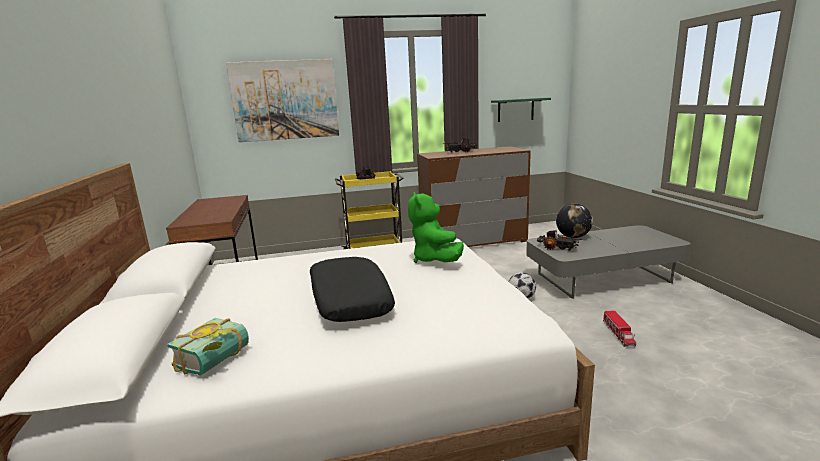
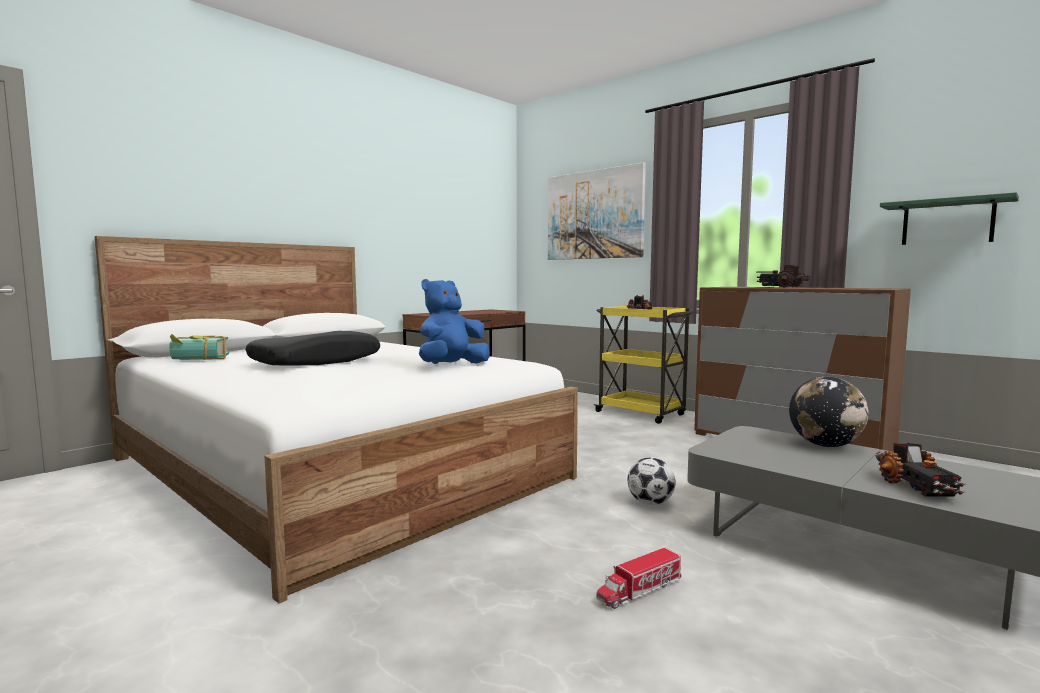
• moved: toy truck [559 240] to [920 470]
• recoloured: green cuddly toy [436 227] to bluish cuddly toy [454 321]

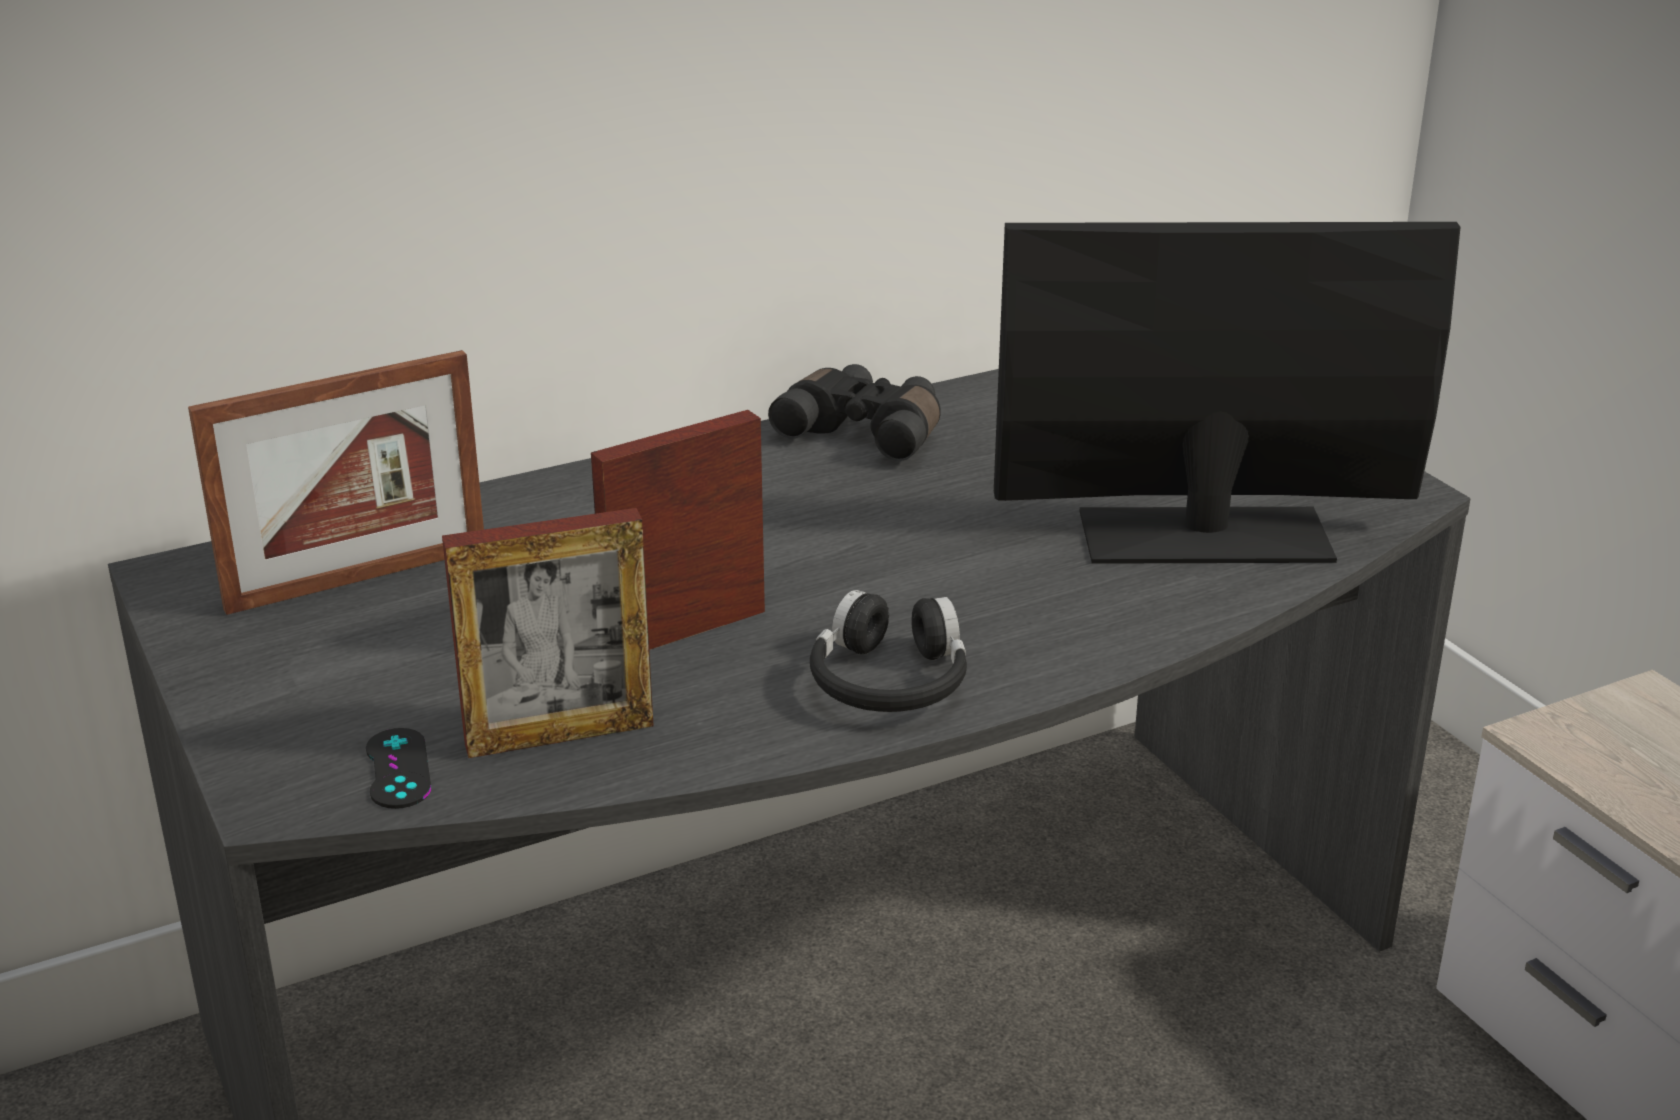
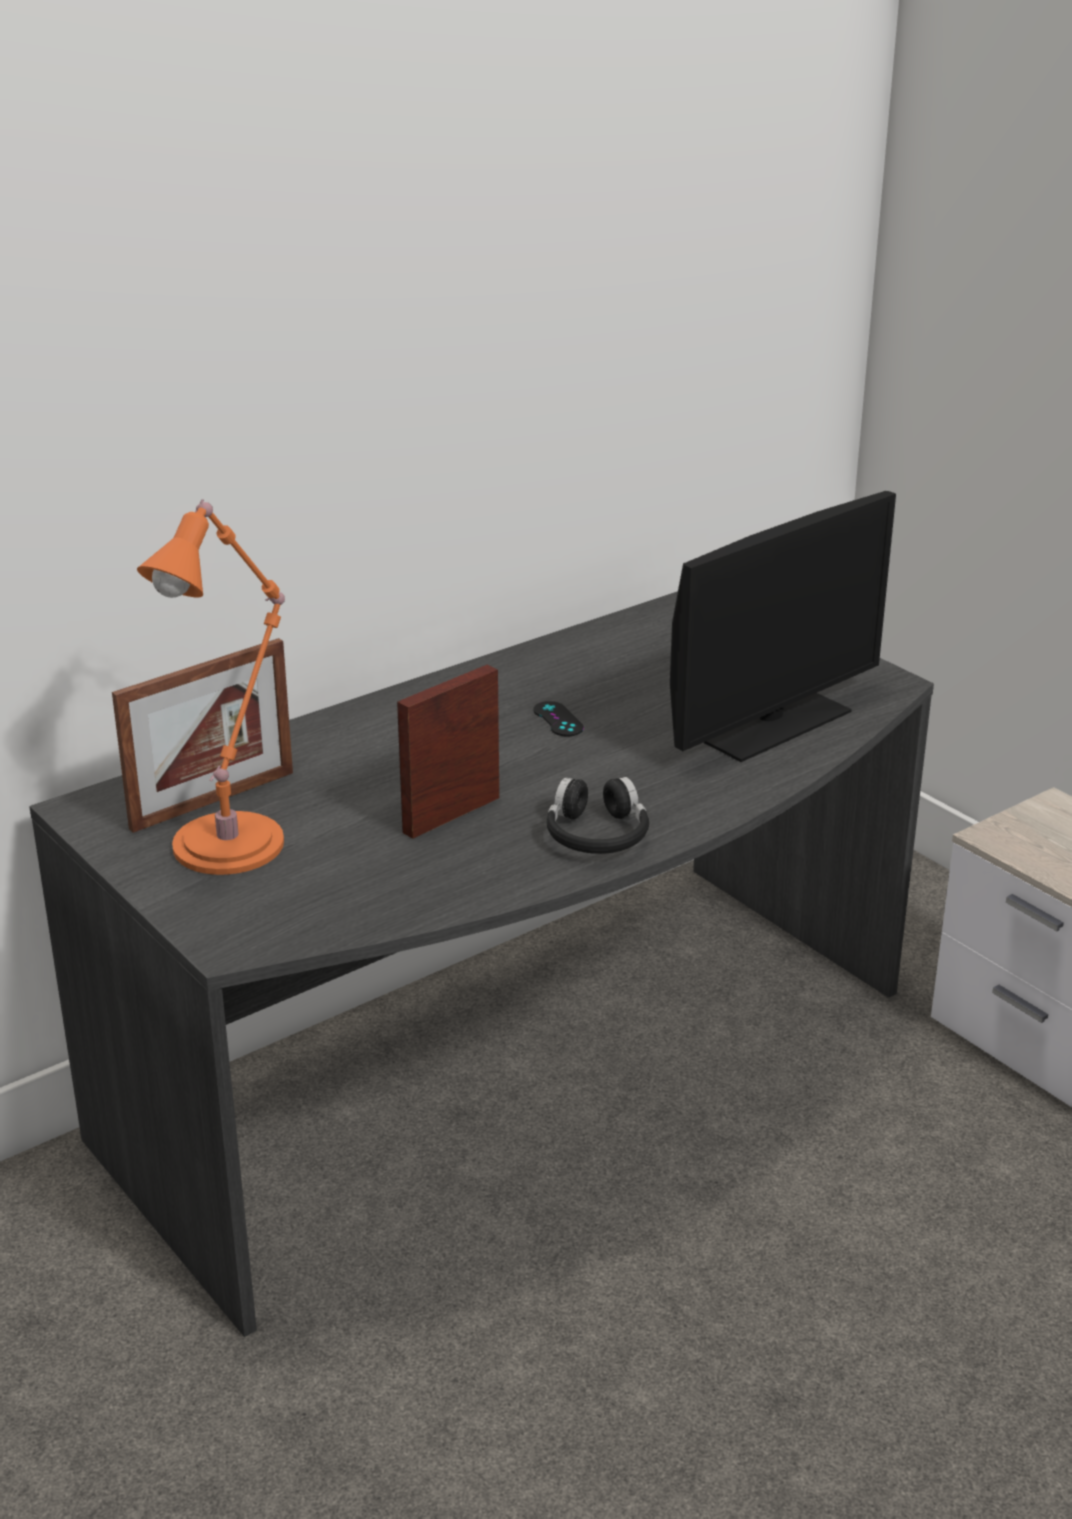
• removed: standing frame [548 633]
• removed: black pair of binoculars [854 412]
• added: orange-coloured table lamp [211 687]
• moved: black gamepad [398 768] to [558 719]
• turned: computer display [1227 393] = [783 626] 150 degrees clockwise

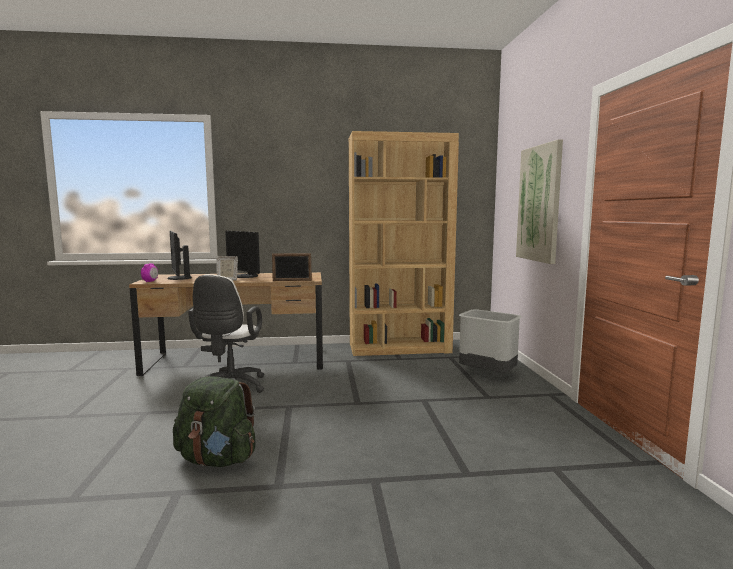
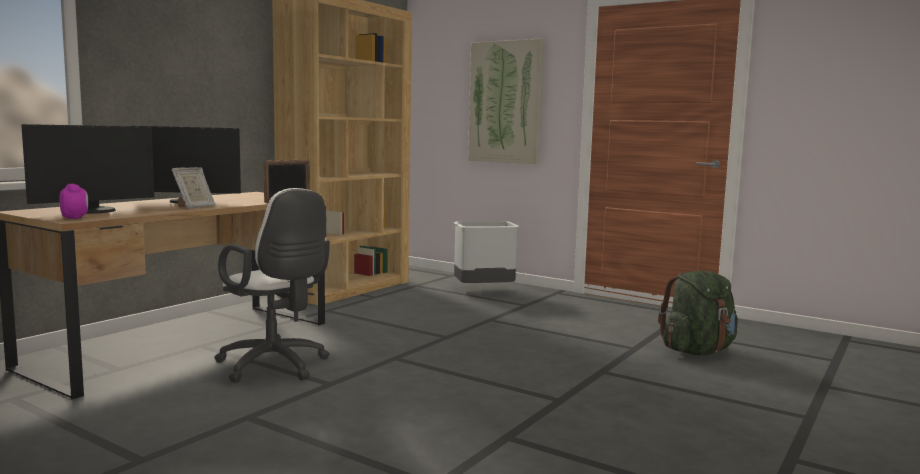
• moved: green rucksack [214 421] to [698 313]
• turned: computer display [180 255] = [88 169] 60 degrees counterclockwise

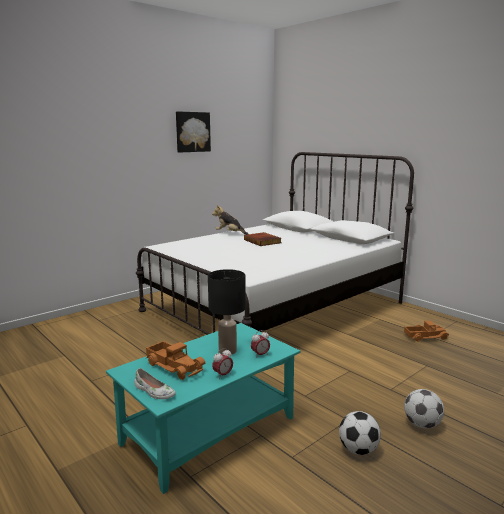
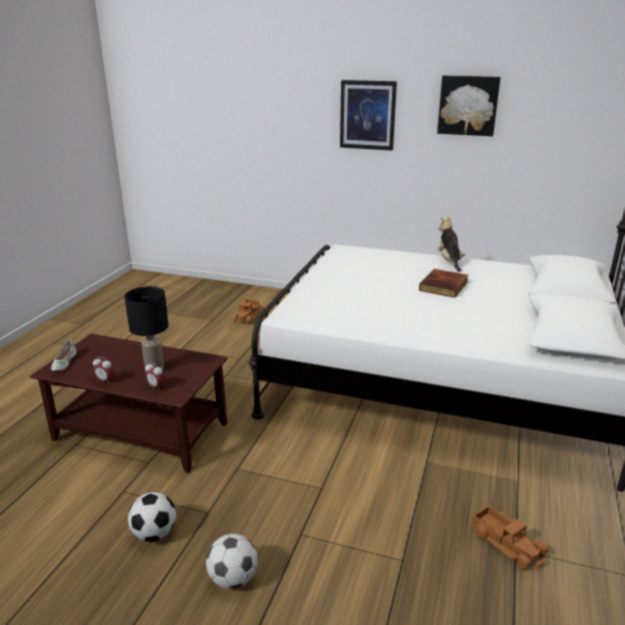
• added: wall picture [368 115]
• moved: toy truck [175 360] to [246 312]
• recoloured: turquoise low table [203 408] to brown low table [128 403]

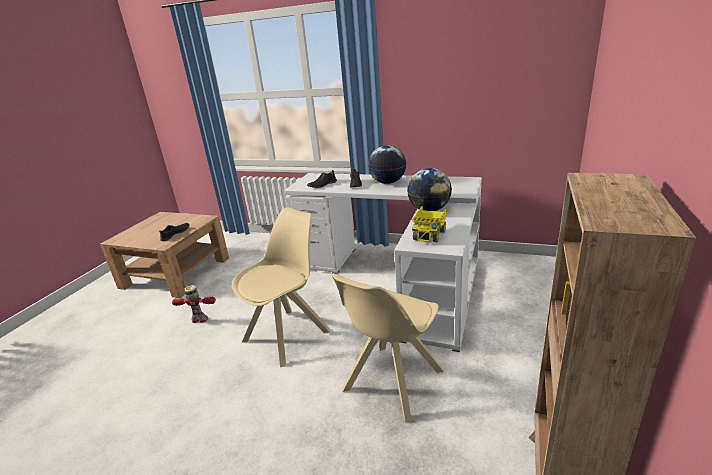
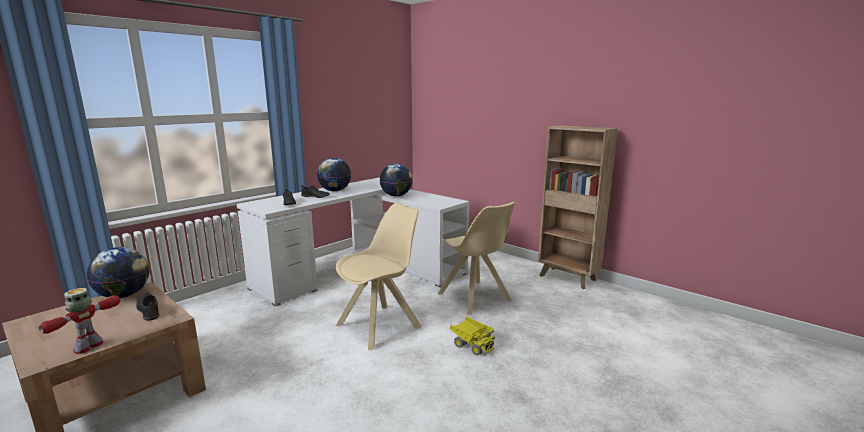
• added: desk globe [118 272]
• moved: model robot [194 304] to [79 321]
• moved: toy truck [429 224] to [472 336]
• turned: sand-coloured upright chair [281 287] = [378 276] 75 degrees clockwise

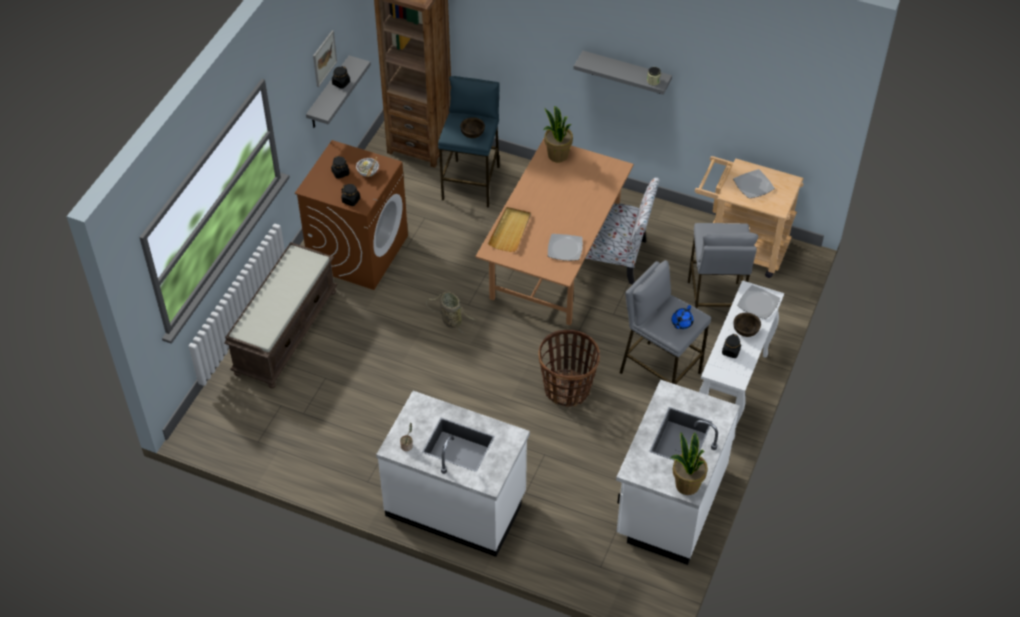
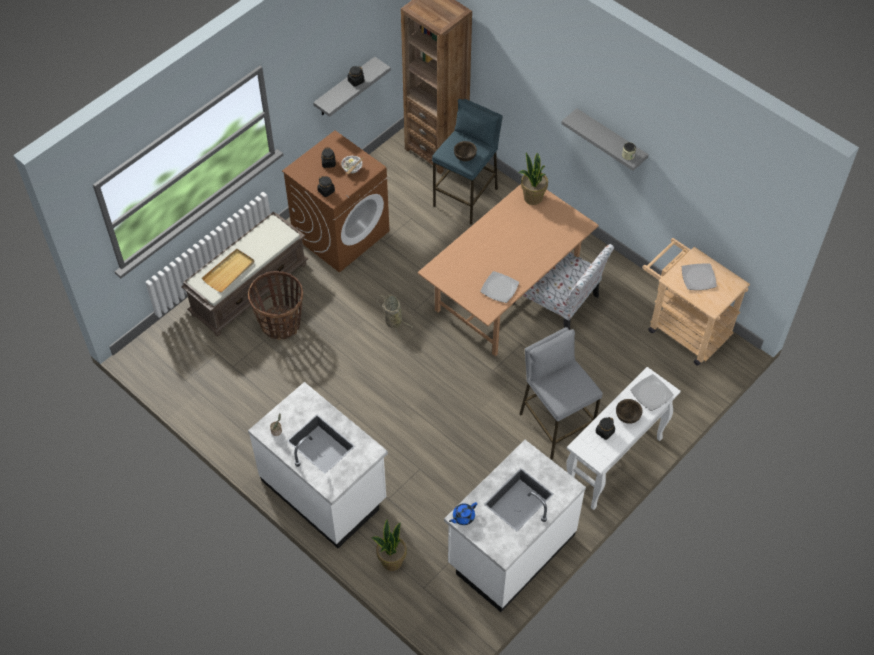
• removed: wall picture [325 58]
• removed: gray stool seat [723 266]
• moved: sand-coloured tray [509 229] to [228 270]
• moved: basket [569 368] to [275 305]
• moved: potted plant [689 464] to [388 545]
• moved: bluish tea pot [683 317] to [463 513]

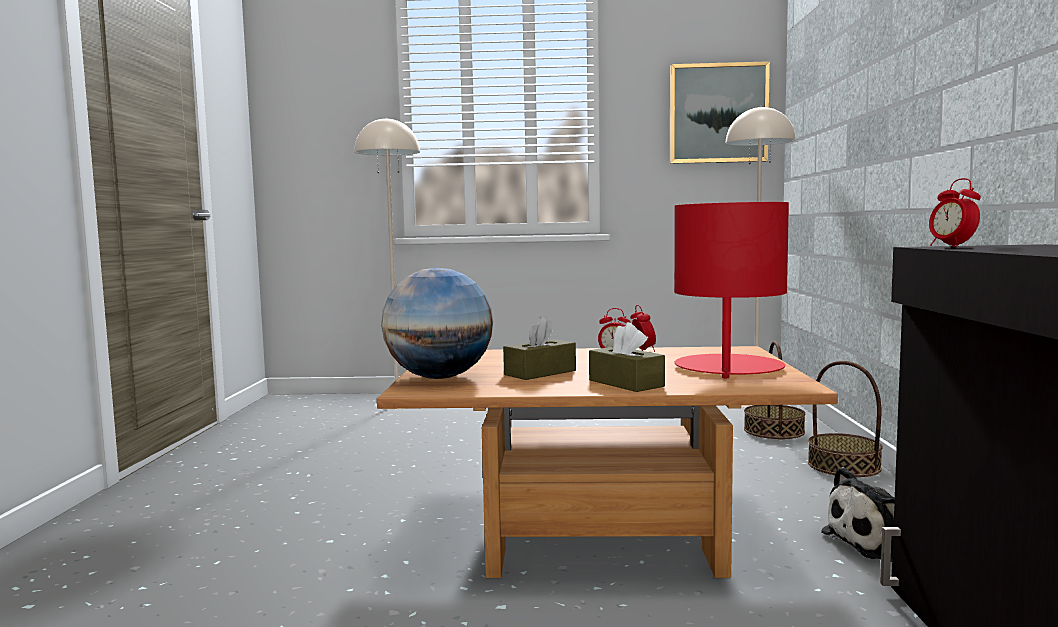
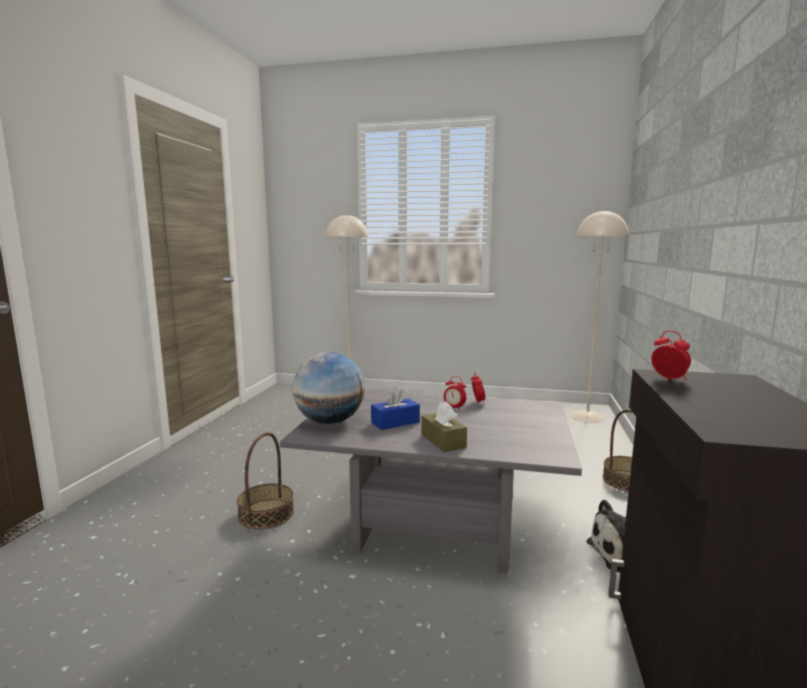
• removed: wall picture [720 112]
• removed: reddish table lamp [731 290]
• moved: basket [774 390] to [265 480]
• recoloured: brown low table [607 462] to gray low table [431 482]
• recoloured: brown tissue holder [539 348] to bluish tissue holder [395 408]
• turned: table clock [955 212] = [671 355] 150 degrees clockwise

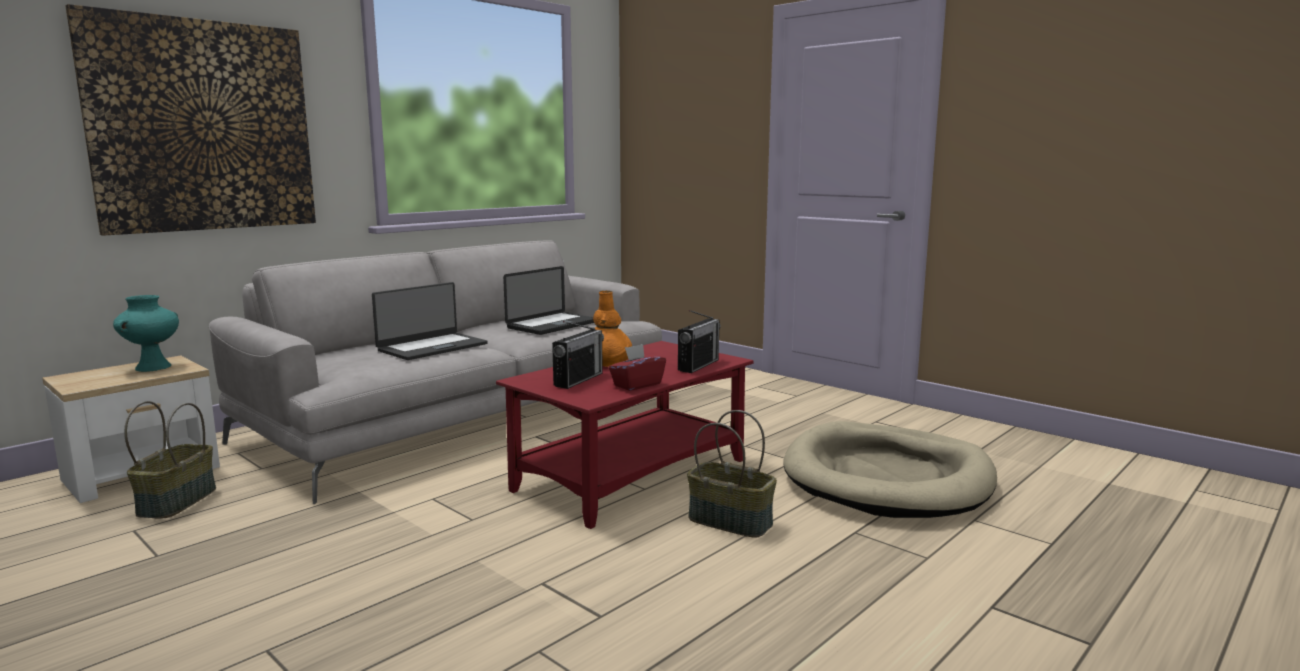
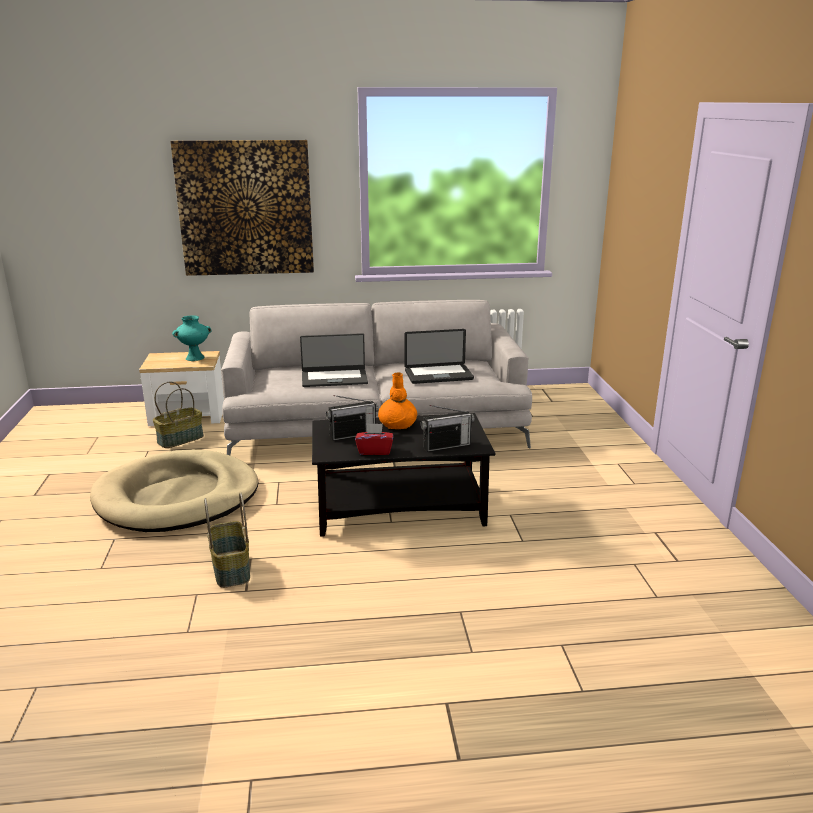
• moved: basket [732 474] to [227 540]
• moved: sand-coloured dog cushion [890 469] to [174 491]
• recoloured: reddish low table [625 435] to black low table [403 475]

